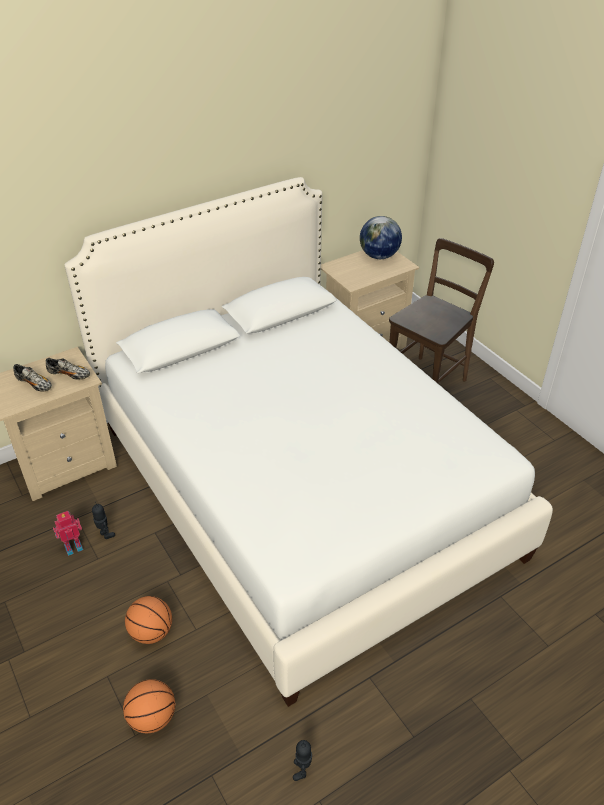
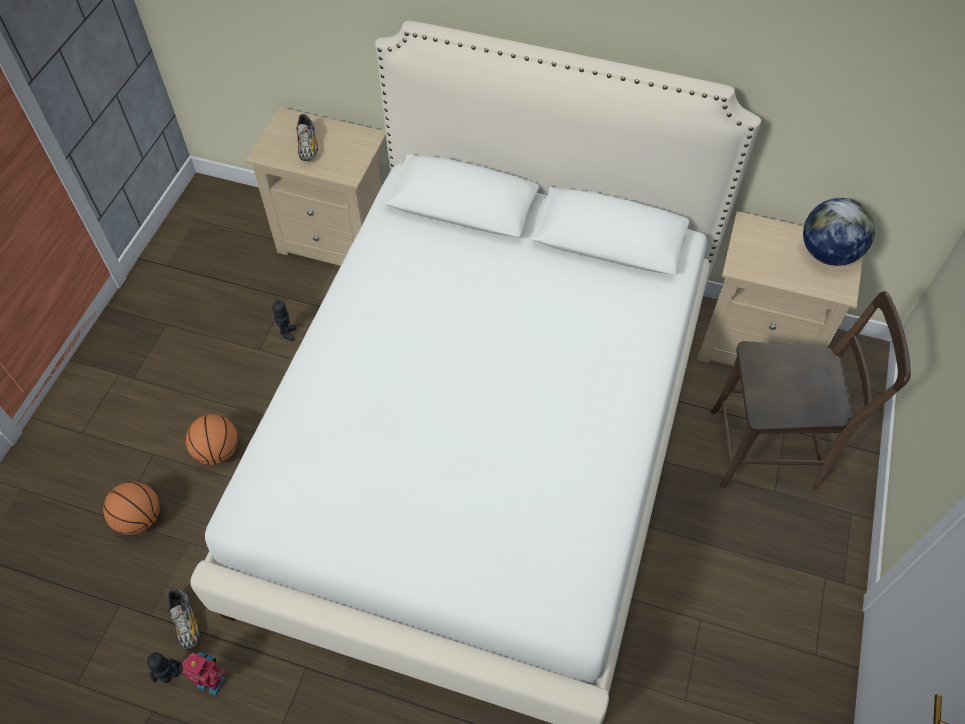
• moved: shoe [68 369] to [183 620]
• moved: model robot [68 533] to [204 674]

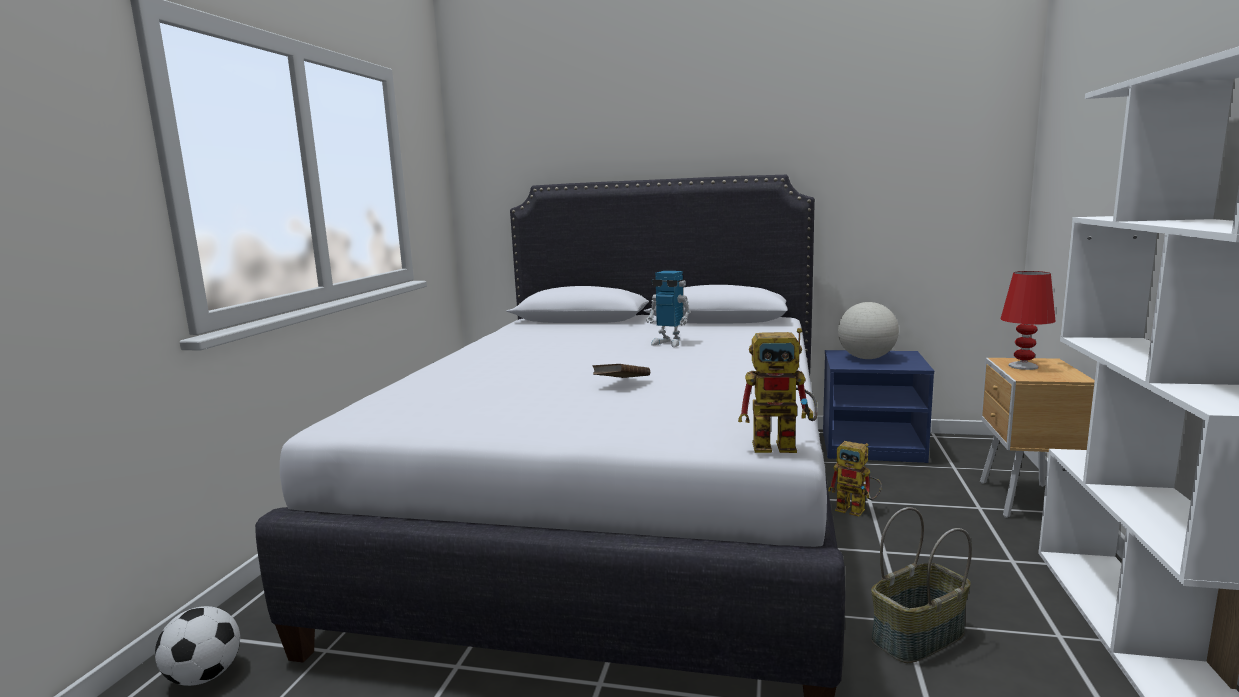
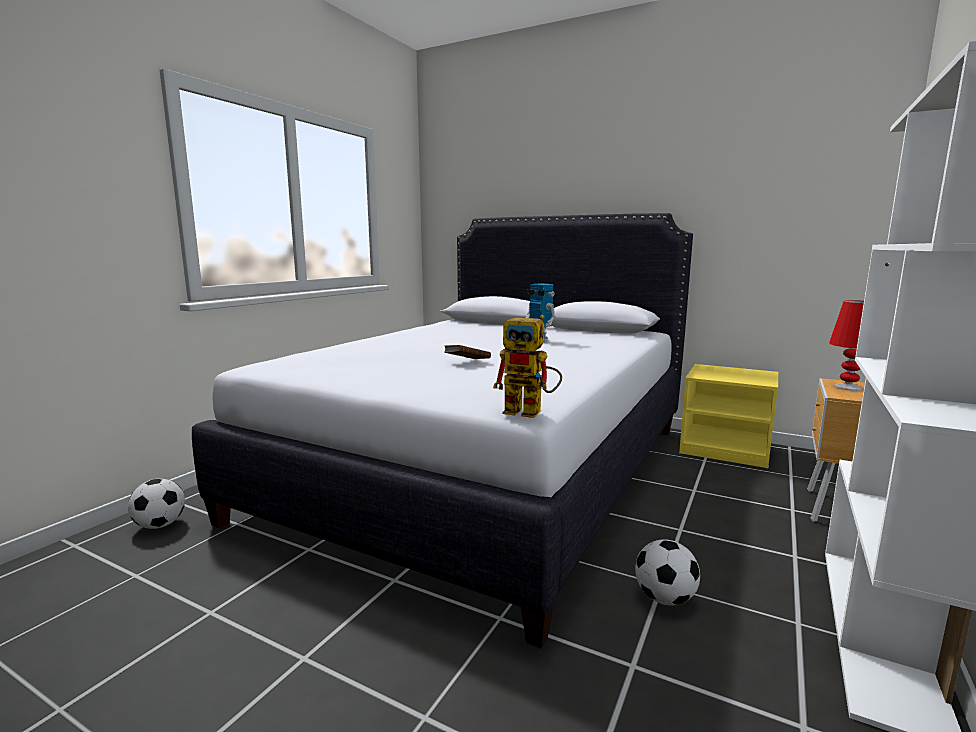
• removed: model robot [855 479]
• removed: desk globe [868 330]
• replaced: basket [921 585] to ball for football [667 572]
• recoloured: bluish nightstand [878 406] to yellow-coloured nightstand [728 416]

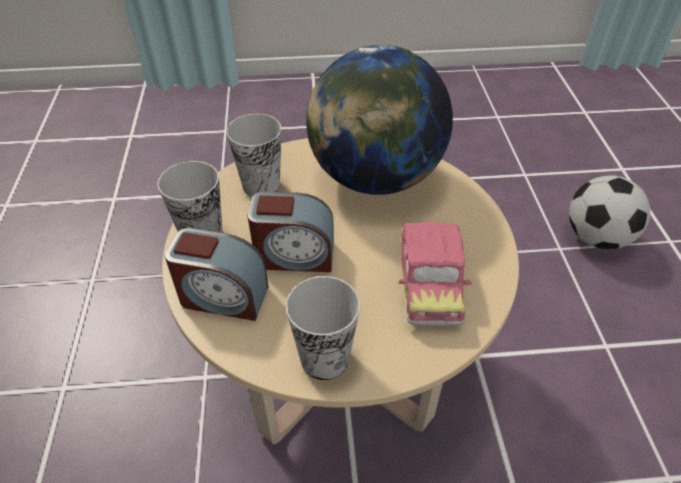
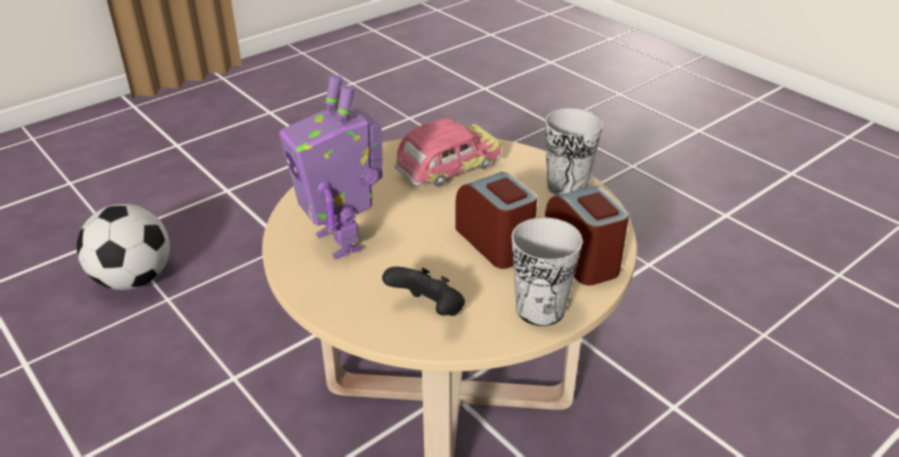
• replaced: small cup [254 155] to black gamepad [423 291]
• replaced: desk globe [379 120] to model robot [331 167]

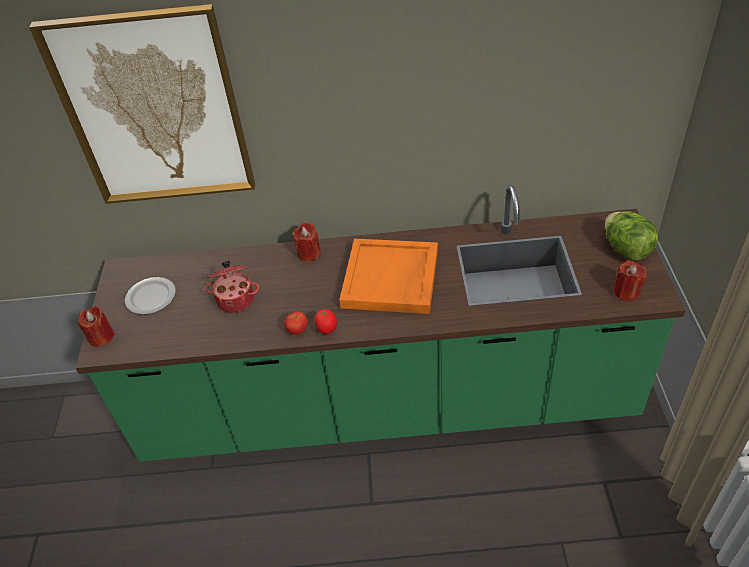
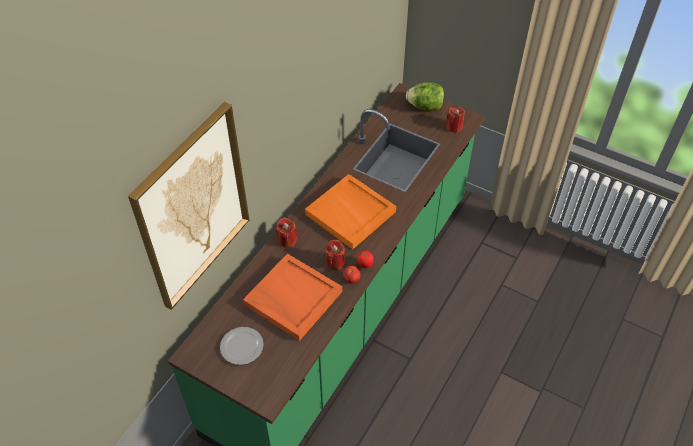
• moved: reddish candle [96 327] to [335 255]
• replaced: stockpot [232 287] to orange-coloured tray [292 297]

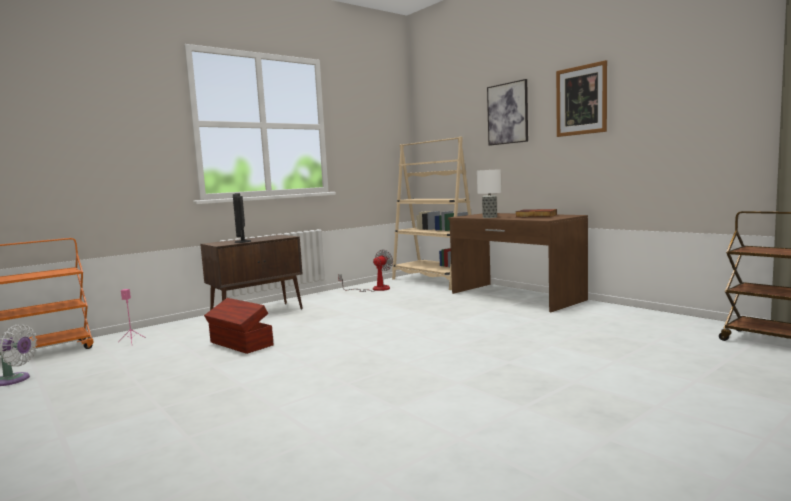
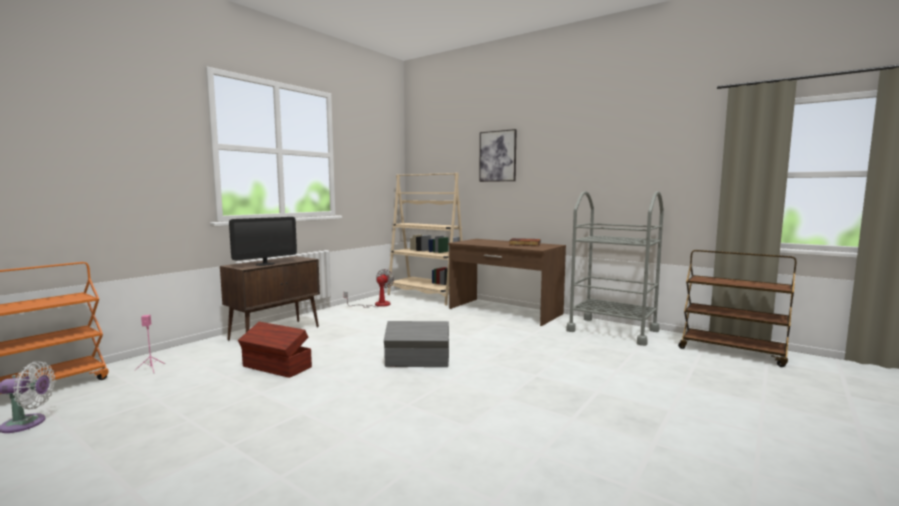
• removed: table lamp [489 193]
• removed: wall picture [581 98]
• added: gray storage container [416 344]
• added: gray wheeled cart [615 268]
• turned: computer display [242 218] = [263 241] 105 degrees counterclockwise

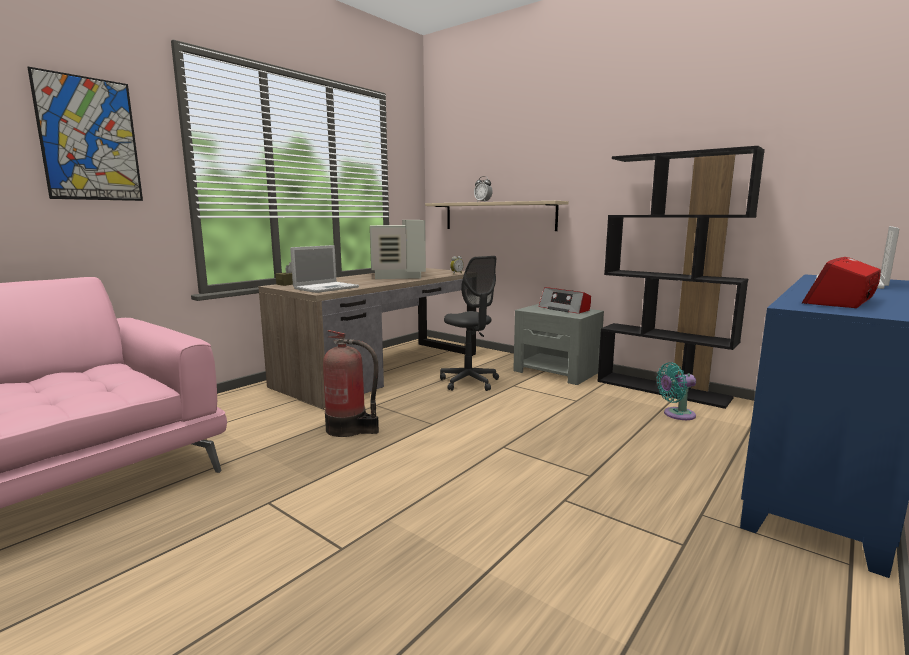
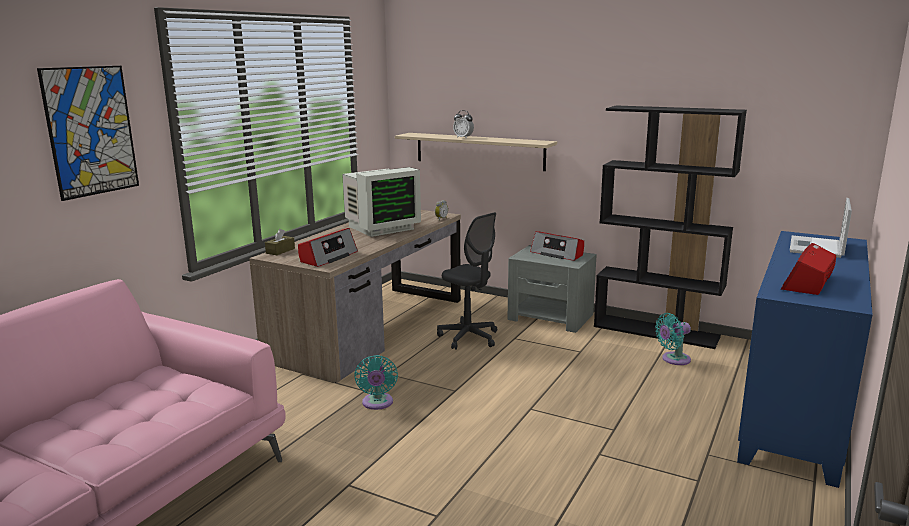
• replaced: portable computer [324 269] to radio set [328 247]
• replaced: extinguisher [351 383] to turquoise electric fan [376 382]
• turned: computer display [398 249] = [381 202] 75 degrees clockwise

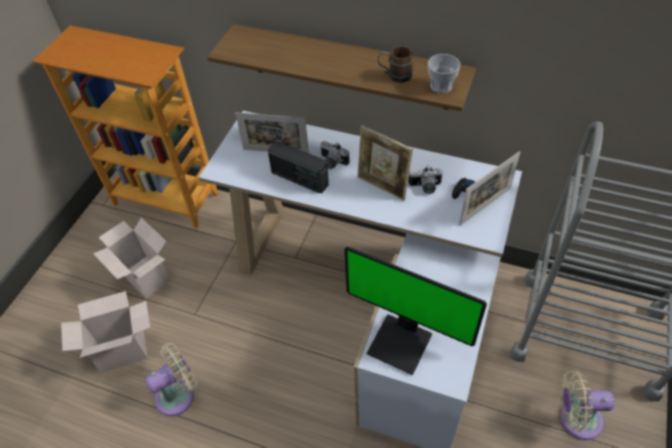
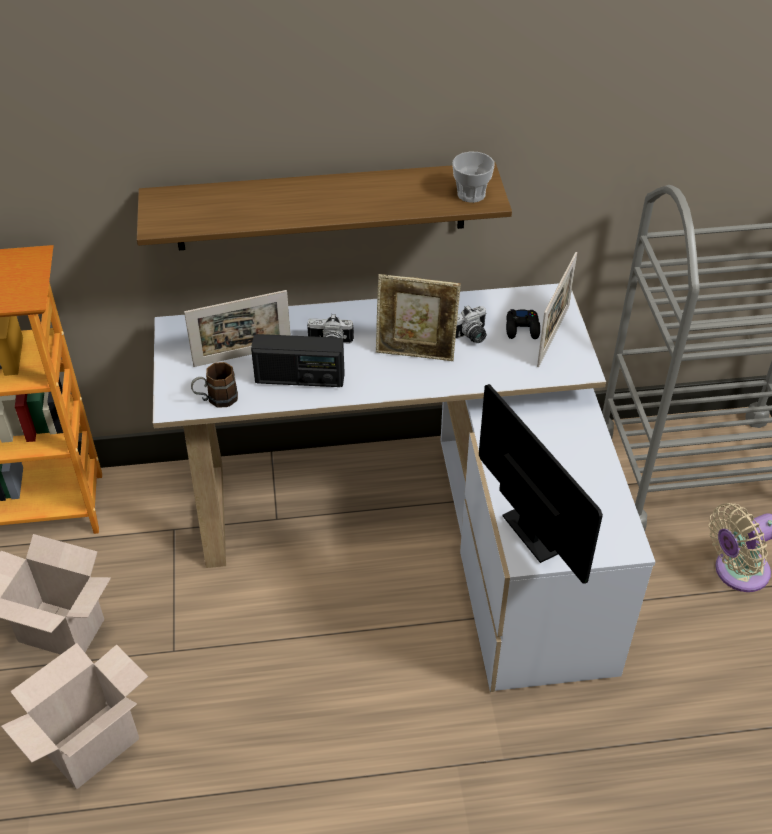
• removed: sand-coloured electric fan [171 379]
• moved: brown coffee mug [395 64] to [214 385]
• turned: computer display [416 311] = [541 484] 120 degrees counterclockwise

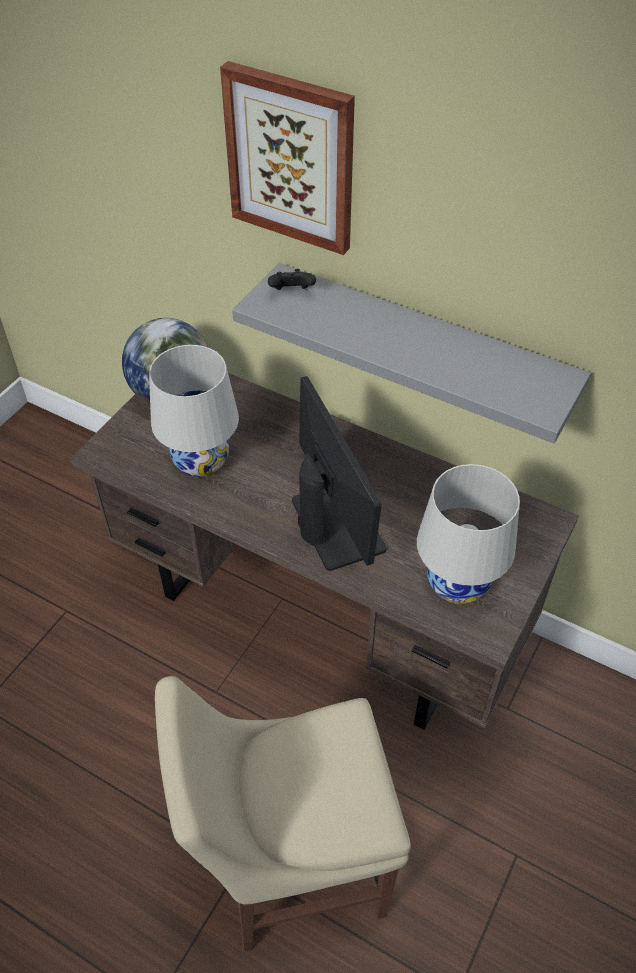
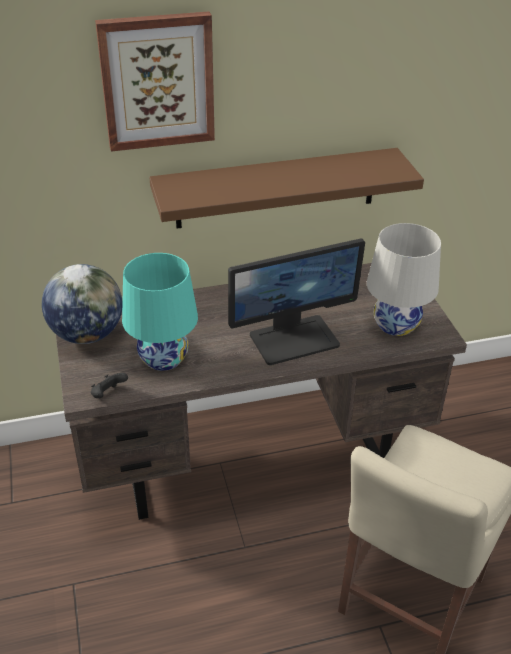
• moved: black gamepad [292 279] to [109 385]
• recoloured: white-coloured table lamp [194 411] to turquoise table lamp [160 312]
• recoloured: gray shelf [411 353] to brown shelf [286 188]
• turned: computer display [339 473] = [296 301] 135 degrees clockwise

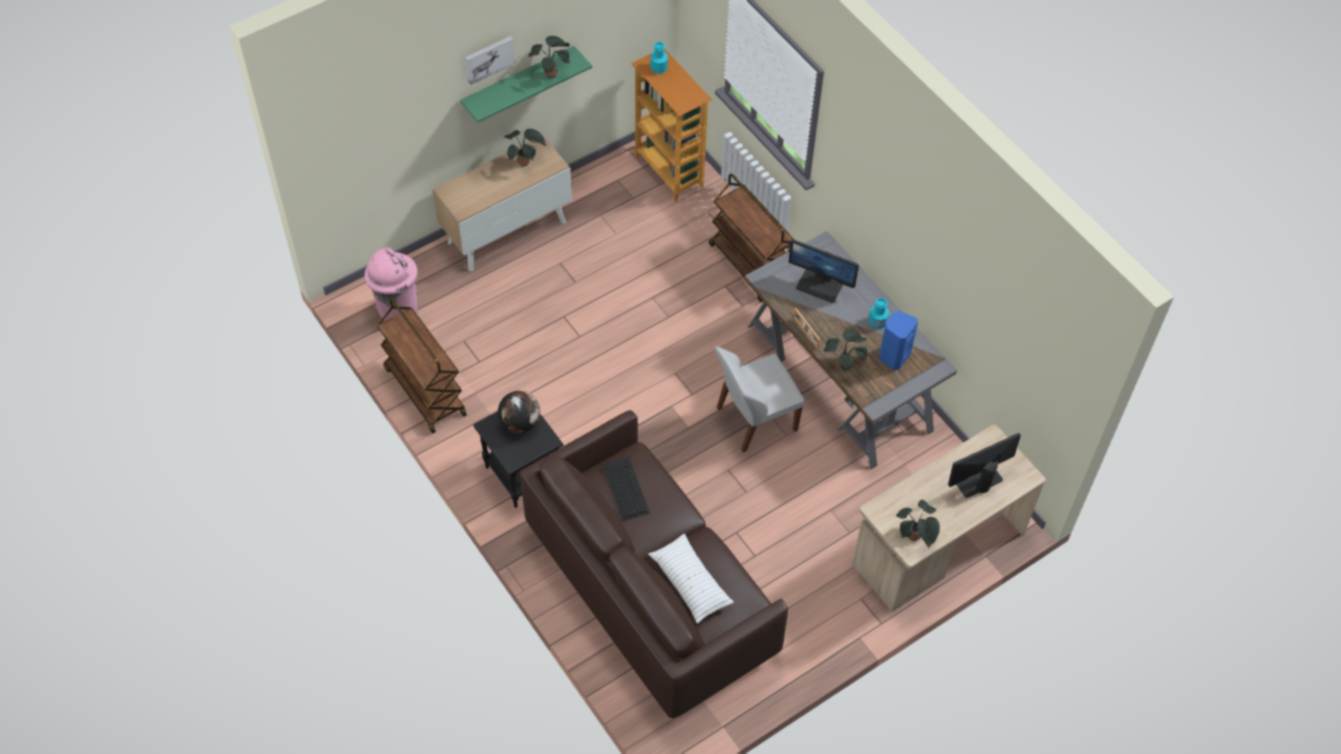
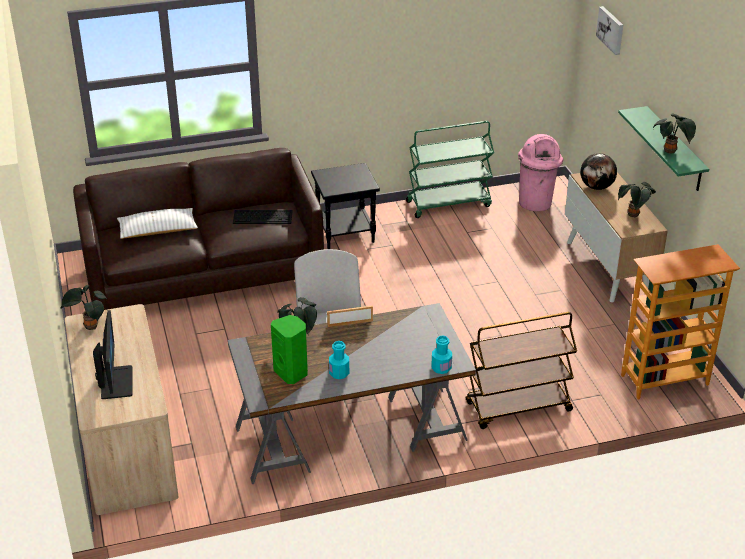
• removed: computer display [824 271]
• moved: wall picture [490 60] to [609 30]
• moved: desk globe [519 412] to [598 171]
• moved: turquoise bottle [659 58] to [442 354]
• recoloured: brown wheeled cart [422 365] to green wheeled cart [450 169]
• recoloured: bluish audio speaker [898 340] to green audio speaker [289 349]

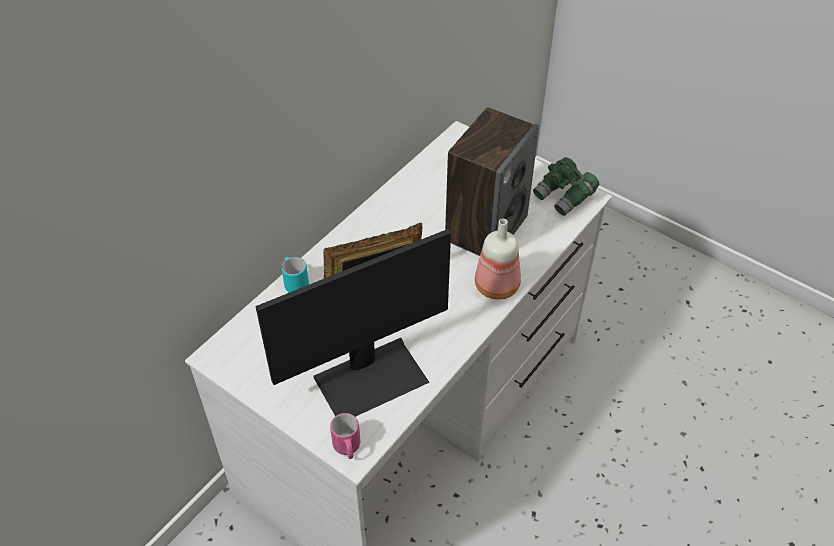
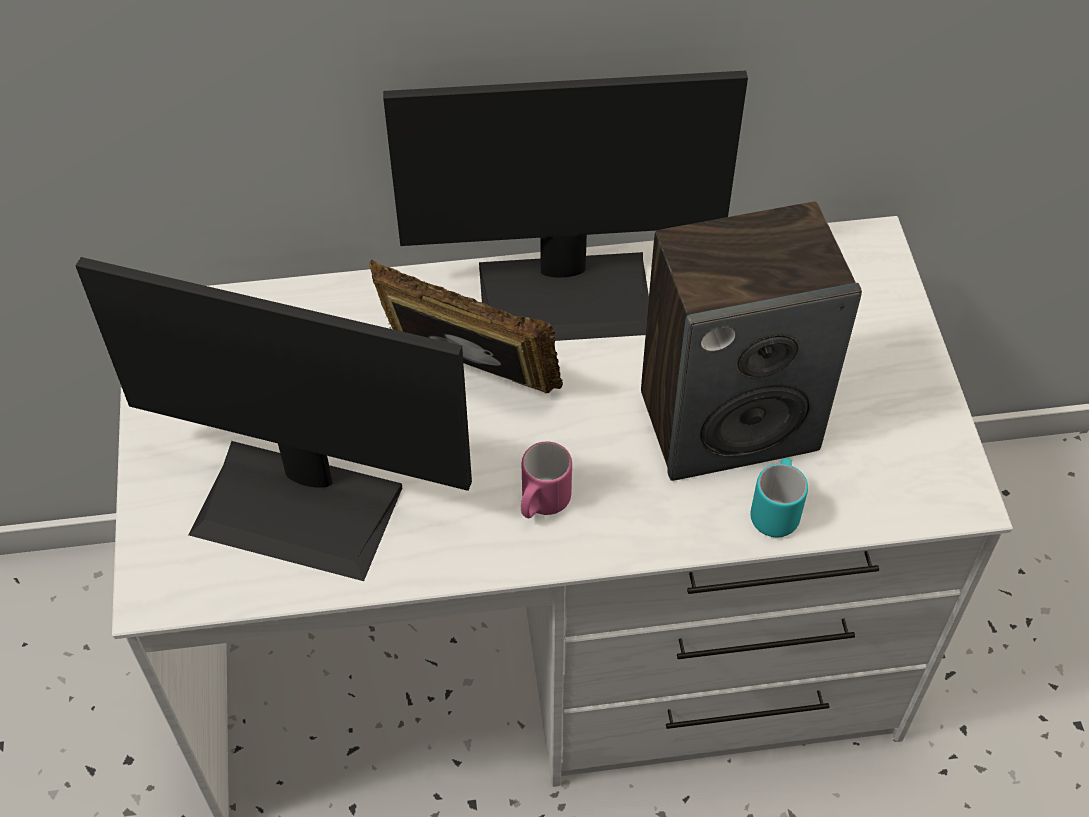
• removed: bottle [498 259]
• removed: green pair of binoculars [566 186]
• added: computer display [565 206]
• moved: turquoise coffee mug [295 275] to [779 497]
• moved: pinkish coffee mug [345 436] to [546 479]

